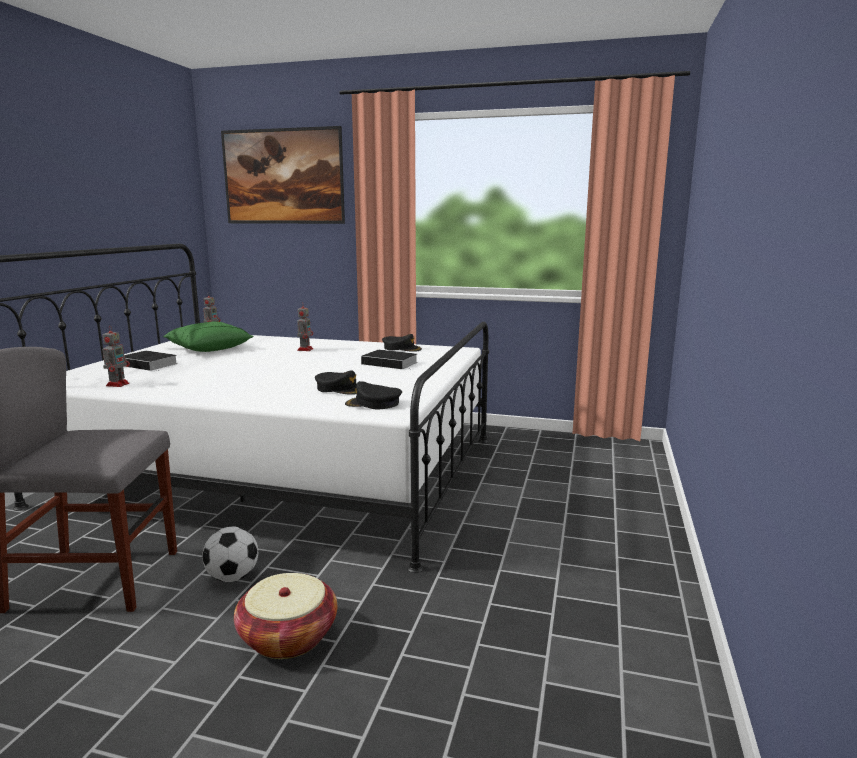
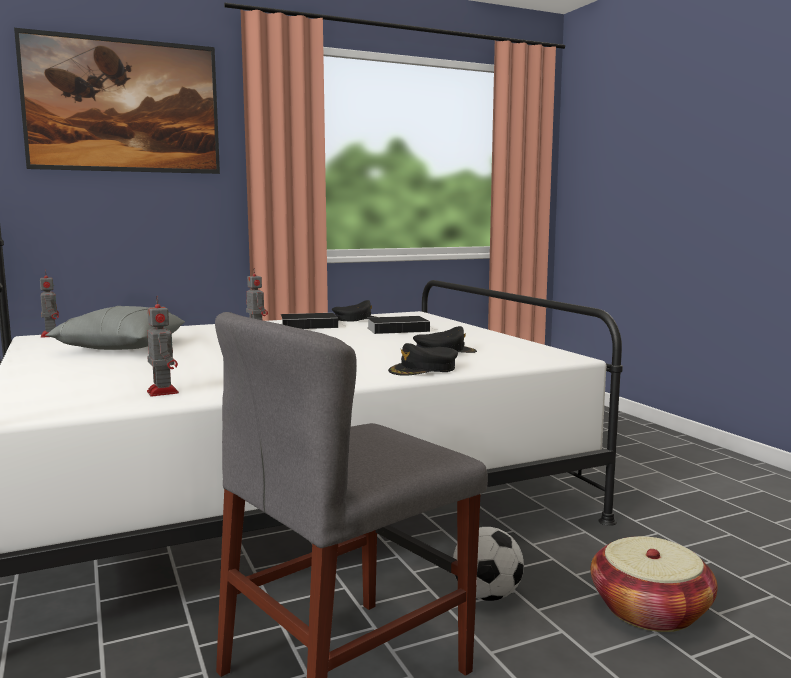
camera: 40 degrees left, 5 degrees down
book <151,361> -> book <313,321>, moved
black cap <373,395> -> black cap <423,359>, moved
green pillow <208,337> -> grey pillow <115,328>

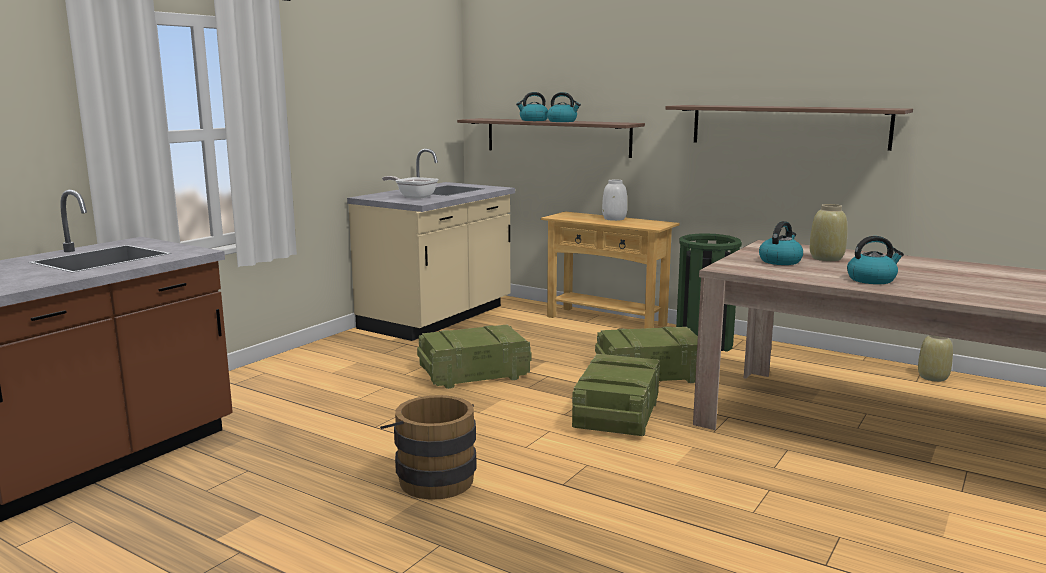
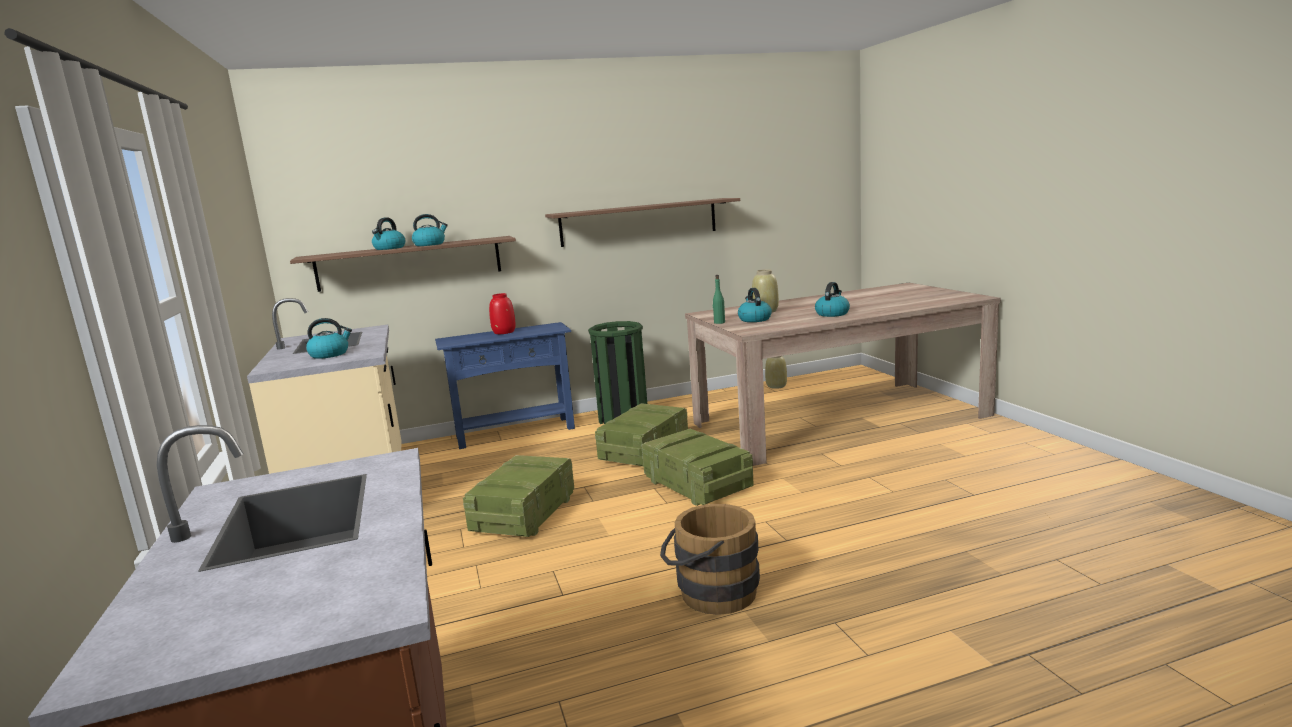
camera: 50 degrees left, 0 degrees up
none -> green bottle <719,299>
frying pan <410,187> -> kettle <329,338>
beige console table <610,269> -> blue console table <505,385>
white vase <614,200> -> red vase <502,313>

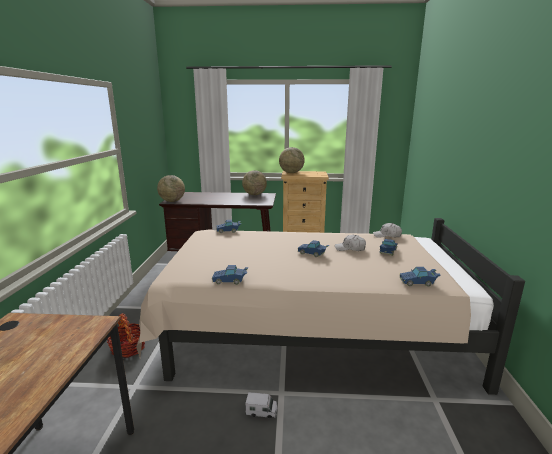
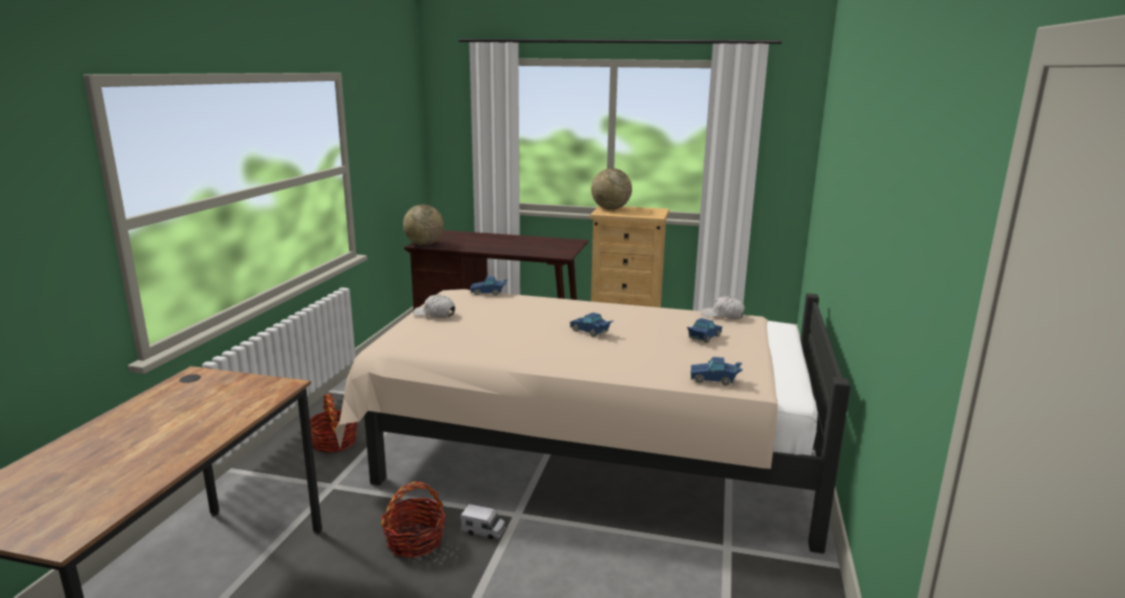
camera: 10 degrees right, 0 degrees up
blue toy car <230,275> -> none
globe <254,182> -> none
none -> basket <413,519>
white cap <350,243> -> white cap <434,306>, moved

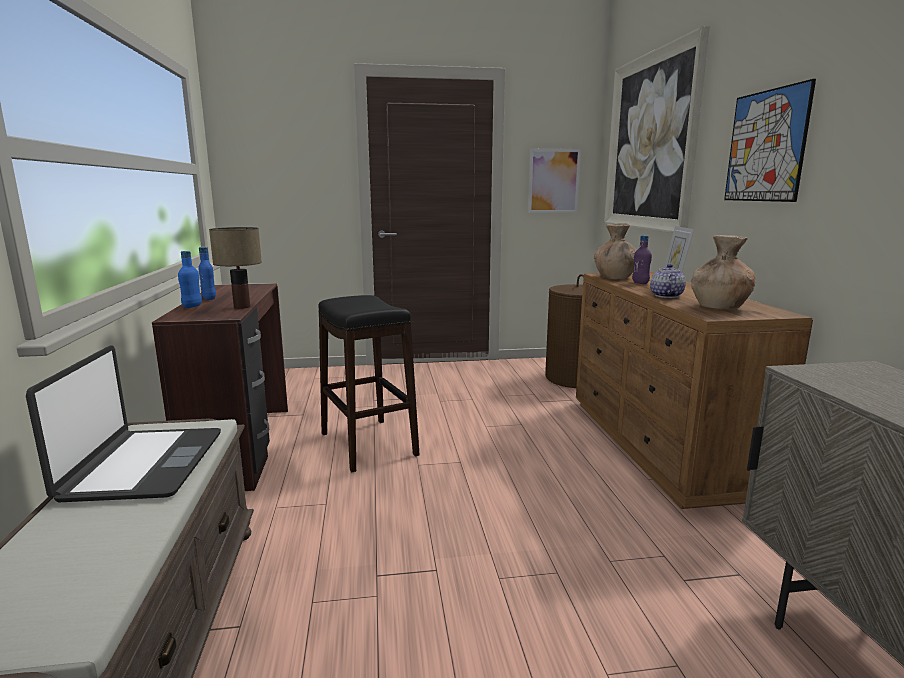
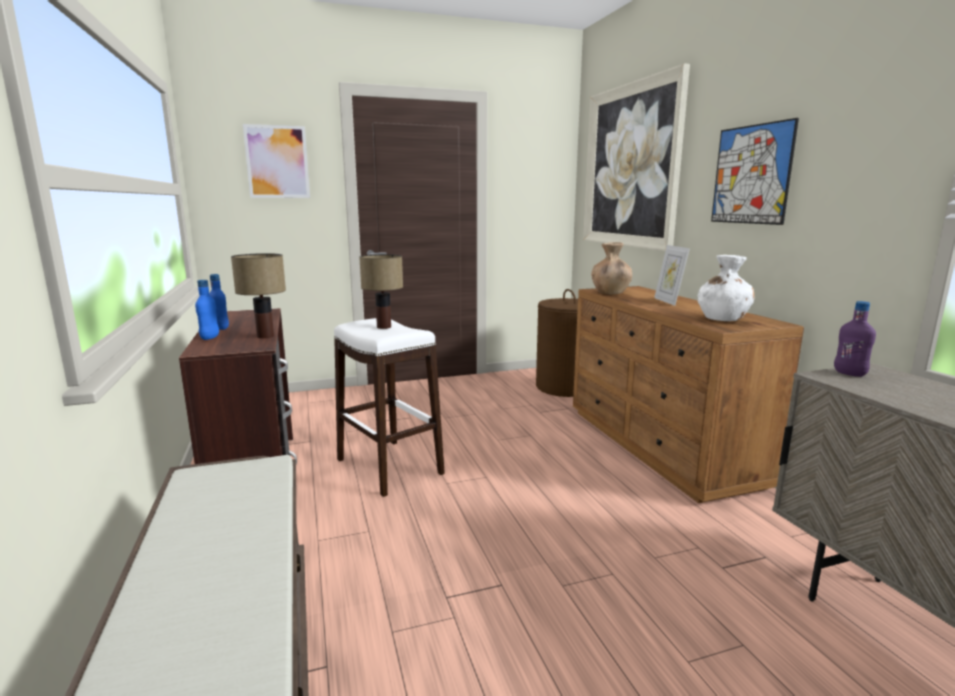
camera: 10 degrees left, 0 degrees up
laptop <123,423> -> none
teapot <668,281> -> none
none -> table lamp <381,291>
picture <554,181> -> picture <276,161>, moved
purple bottle <642,259> -> purple bottle <855,339>, moved
black stool <369,383> -> white stool <389,407>
brown vase <723,272> -> white vase <726,288>

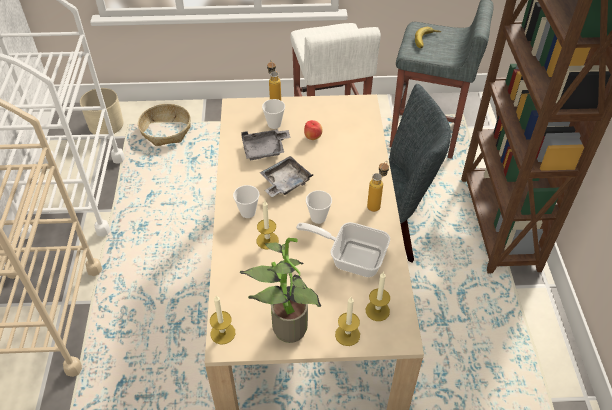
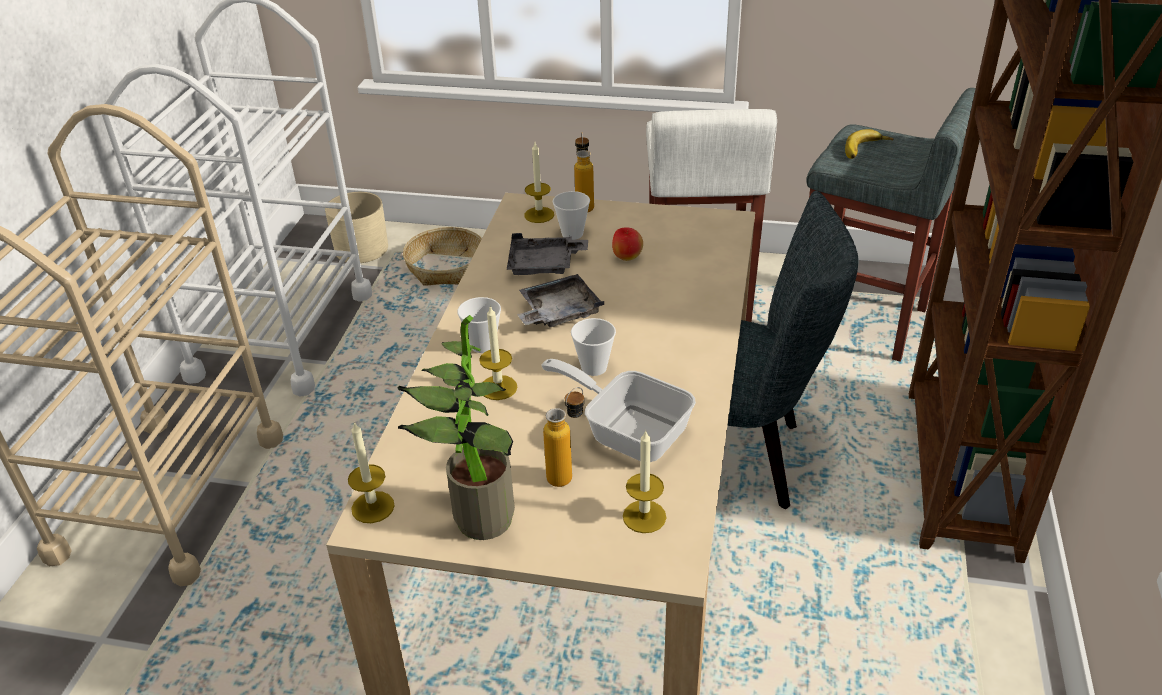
camera: 15 degrees right, 10 degrees down
candle <347,321> -> candle <539,183>, moved
bottle <378,186> -> bottle <563,437>, moved

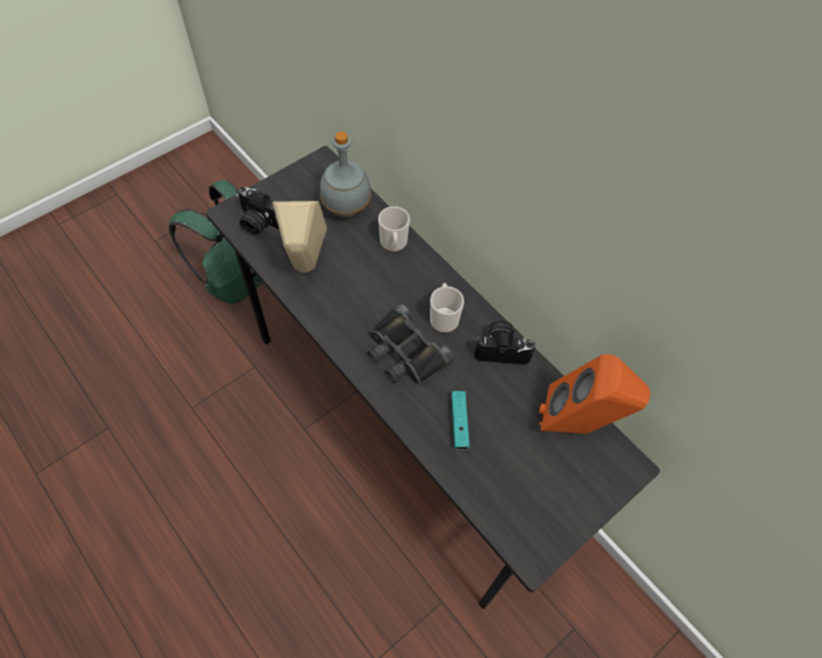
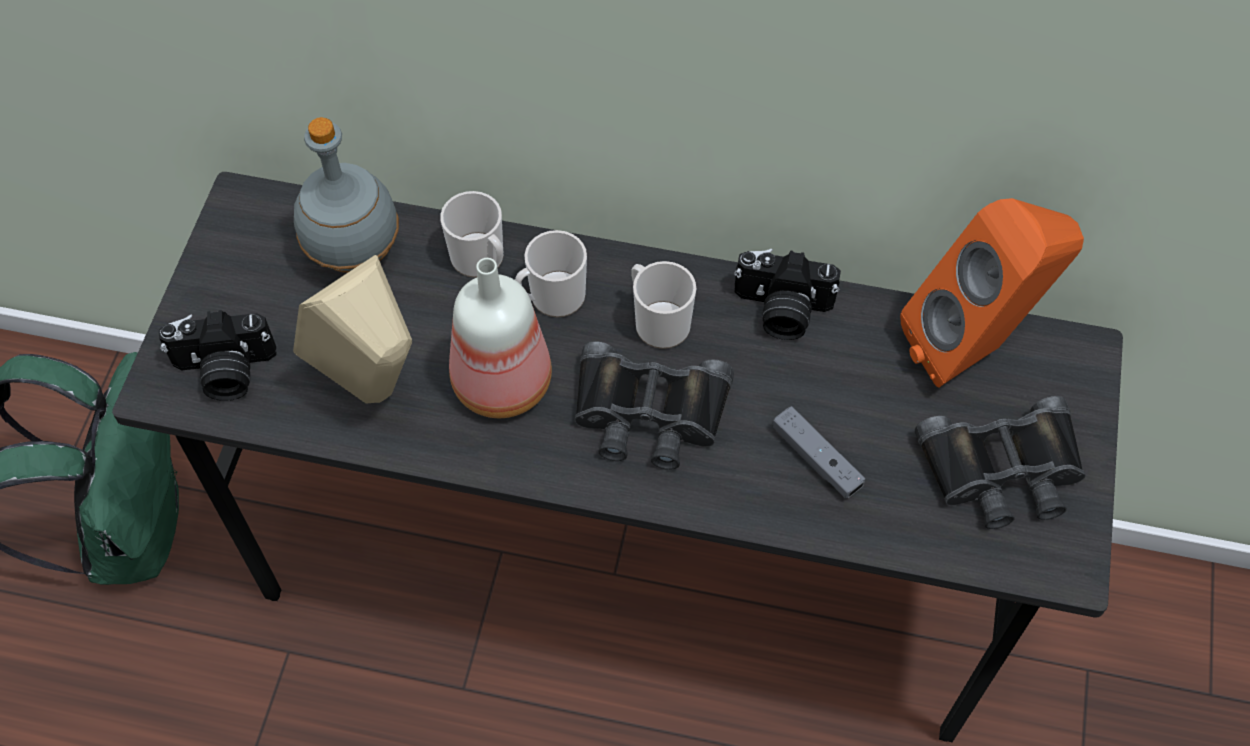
camera: 35 degrees left, 0 degrees up
none -> bottle <500,338>
none -> mug <551,273>
none -> black binoculars <1000,462>
turquoise game controller <460,420> -> grey game controller <819,452>
photo camera <504,343> -> photo camera <787,294>, 135 degrees counterclockwise

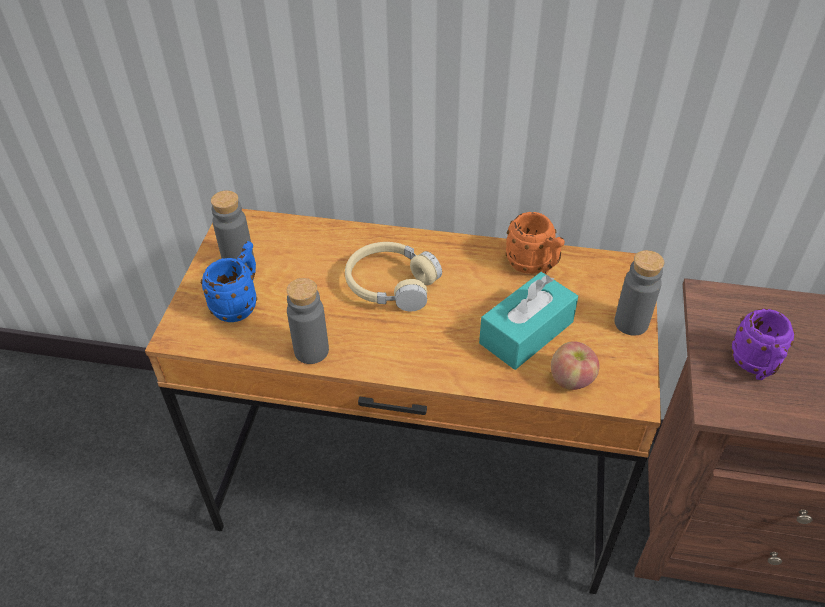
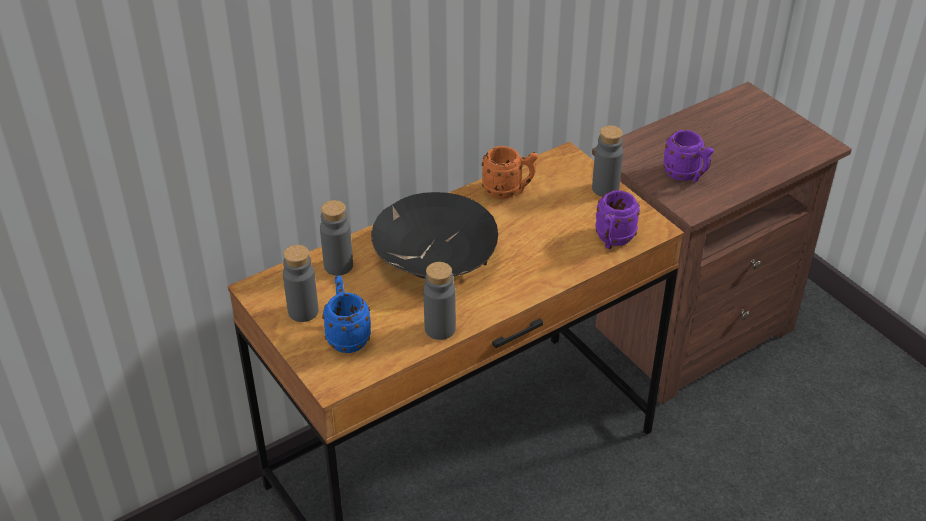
camera: 45 degrees left, 5 degrees down
turquoise tissue box <528,321> -> none
none -> grey bottle <336,238>
beige headphones <393,276> -> black bowl <434,235>
apple <575,365> -> purple mug <617,219>

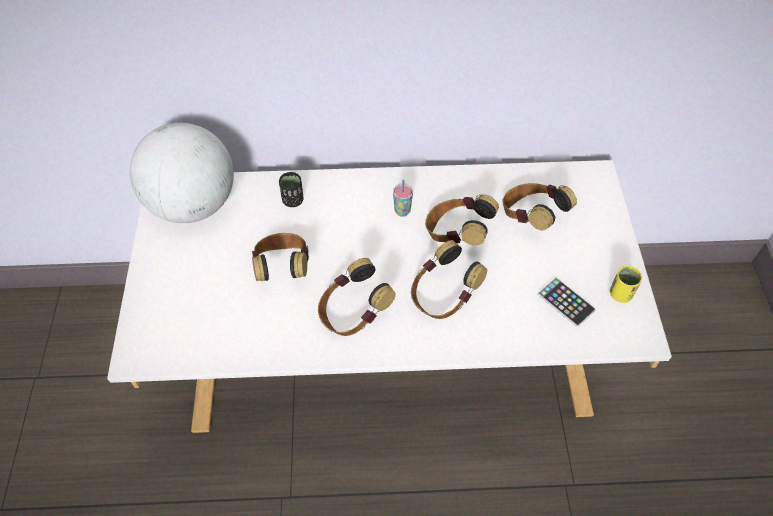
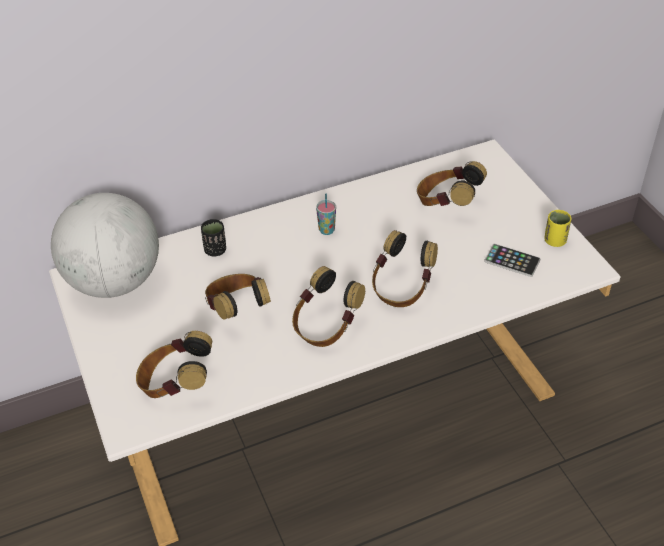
camera: 20 degrees left, 10 degrees down
headphones <462,219> -> headphones <174,364>, moved

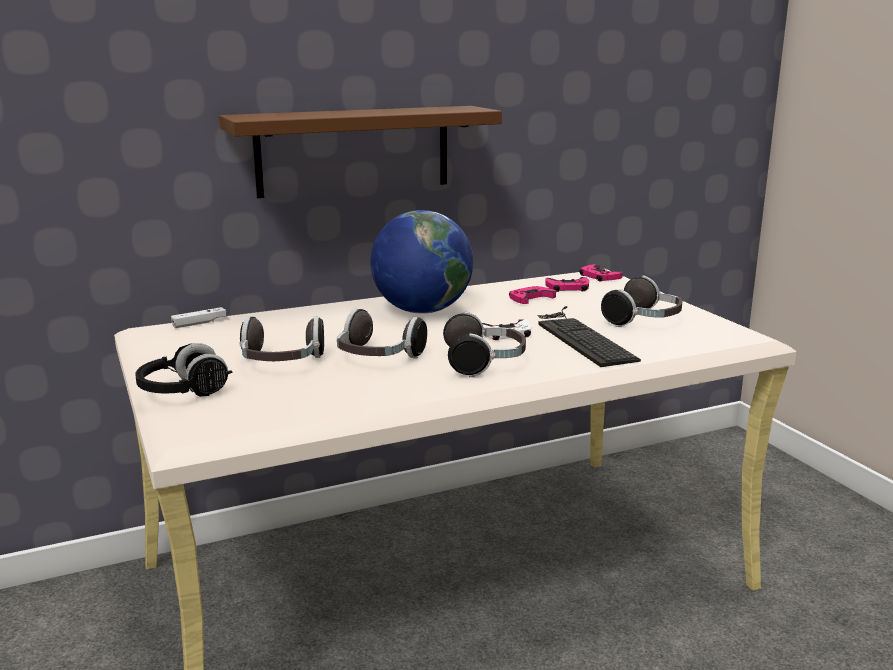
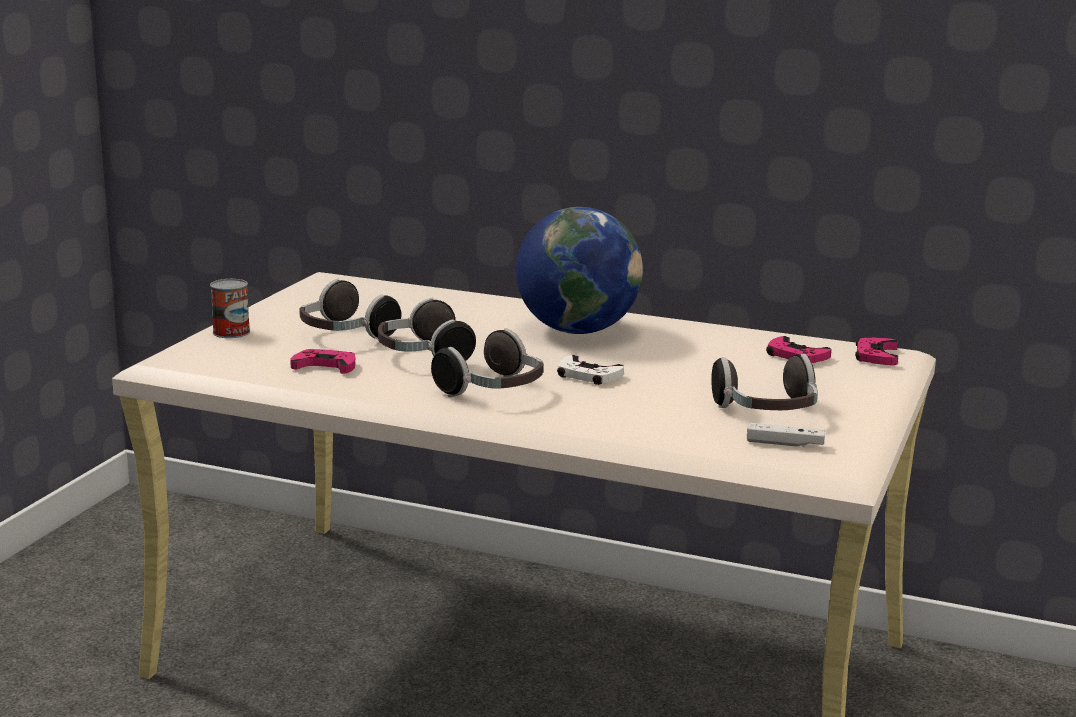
camera: 45 degrees right, 0 degrees up
brown shelf <360,152> -> none
keyboard <589,336> -> none
white game controller <199,317> -> white game controller <786,435>, moved
pink game controller <532,295> -> pink game controller <322,361>, moved
black headphones <183,370> -> can <230,308>

